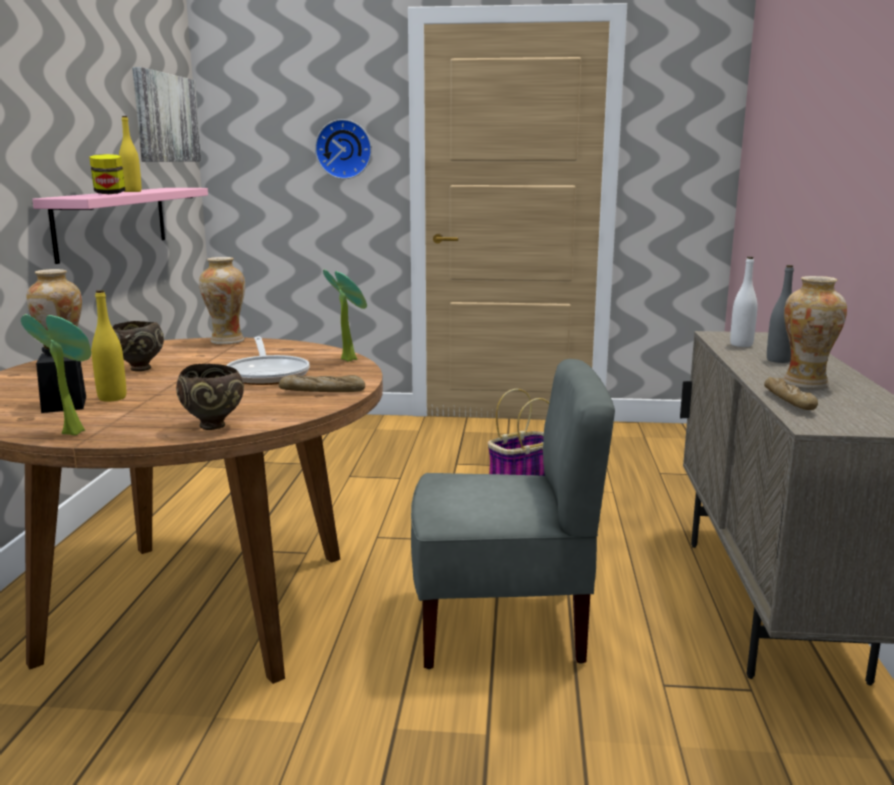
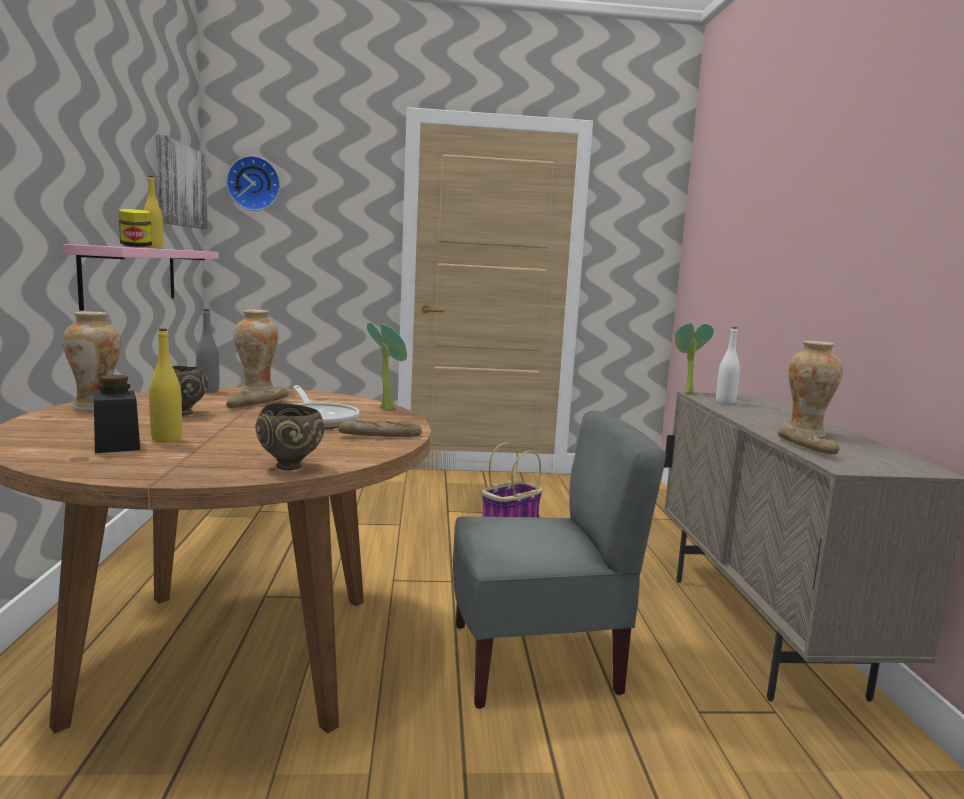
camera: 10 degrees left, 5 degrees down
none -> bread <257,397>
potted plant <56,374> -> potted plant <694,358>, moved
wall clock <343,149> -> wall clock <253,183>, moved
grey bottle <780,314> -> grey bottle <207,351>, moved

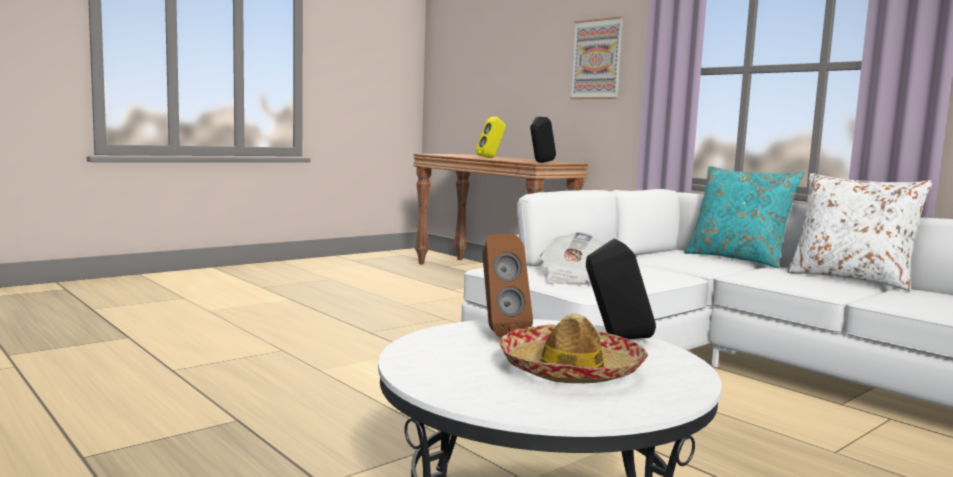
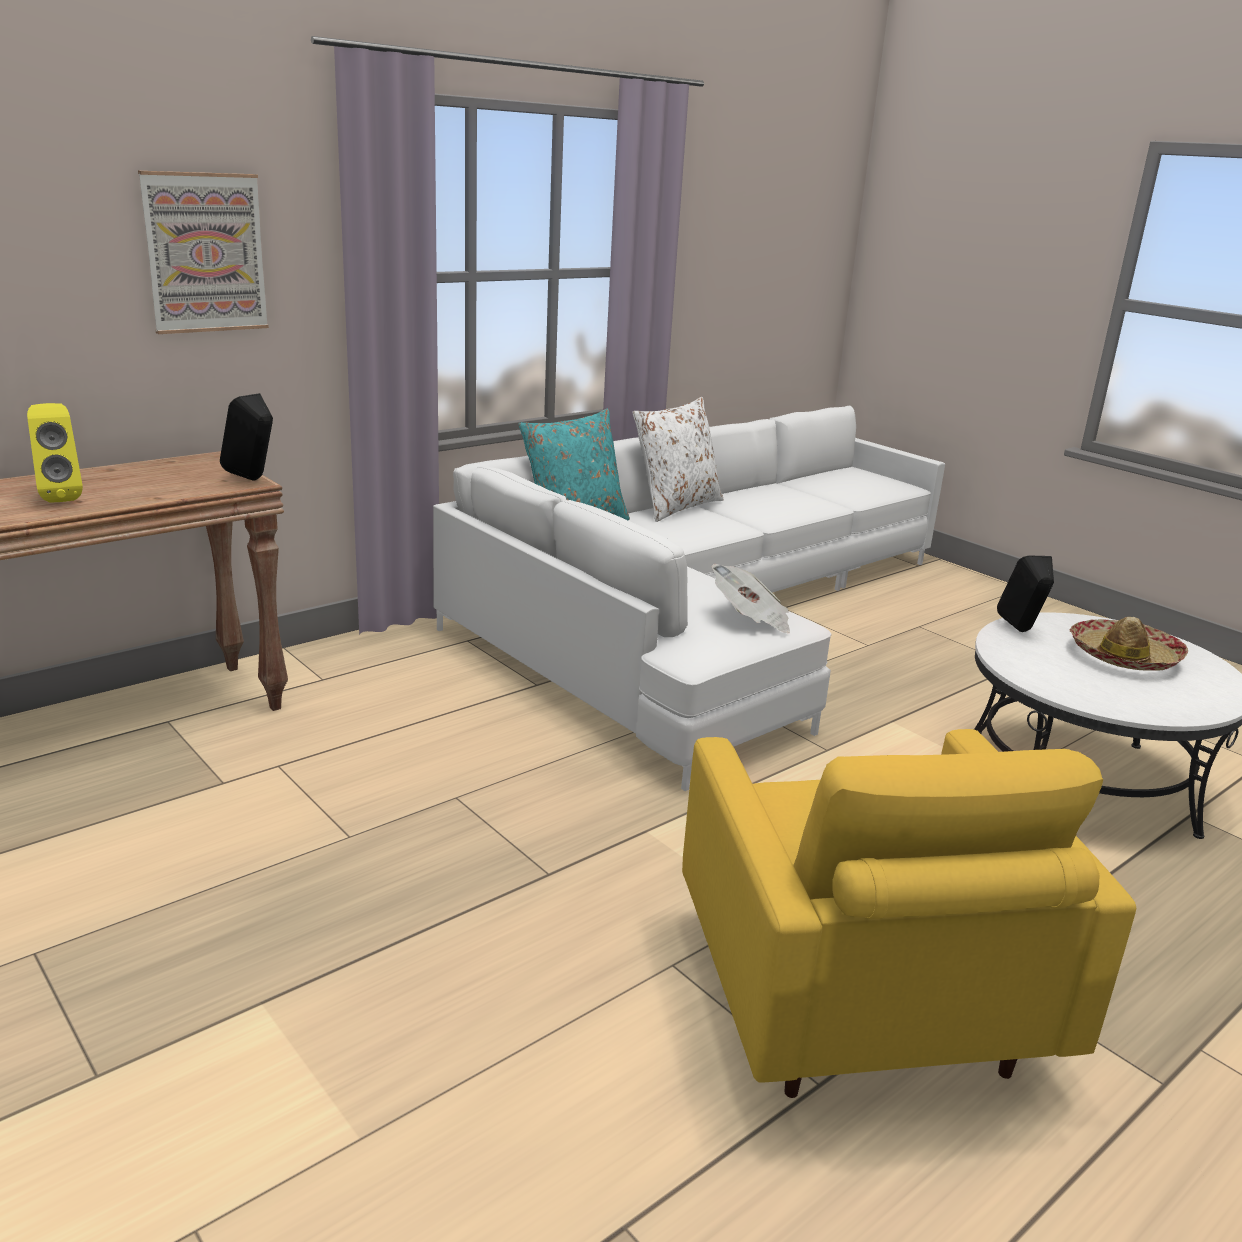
camera: 90 degrees left, 15 degrees up
brown speaker <507,286> -> none
none -> yellow armchair <909,913>

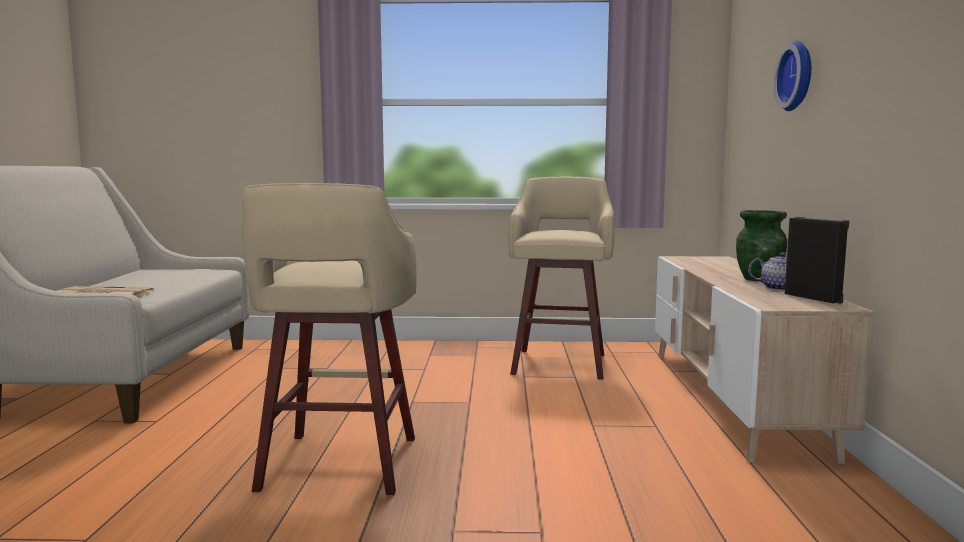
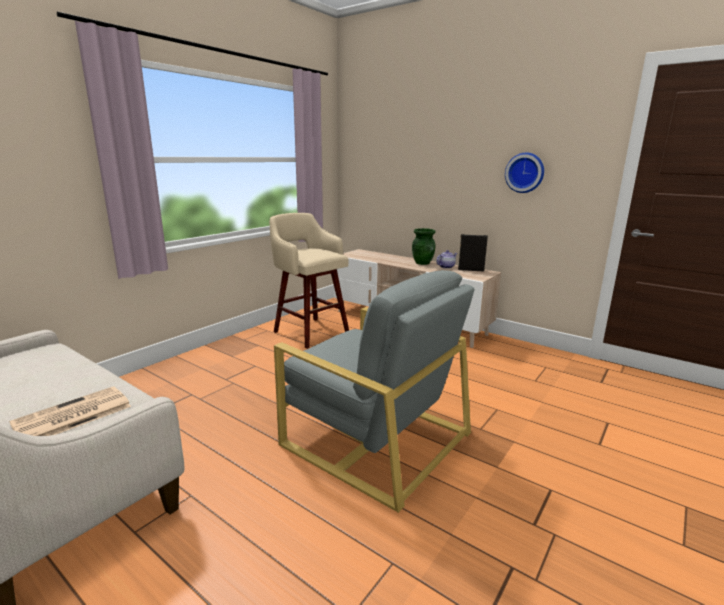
camera: 55 degrees left, 10 degrees up
wall clock <792,75> -> wall clock <524,173>, moved
beige stool <329,339> -> grey armchair <374,391>

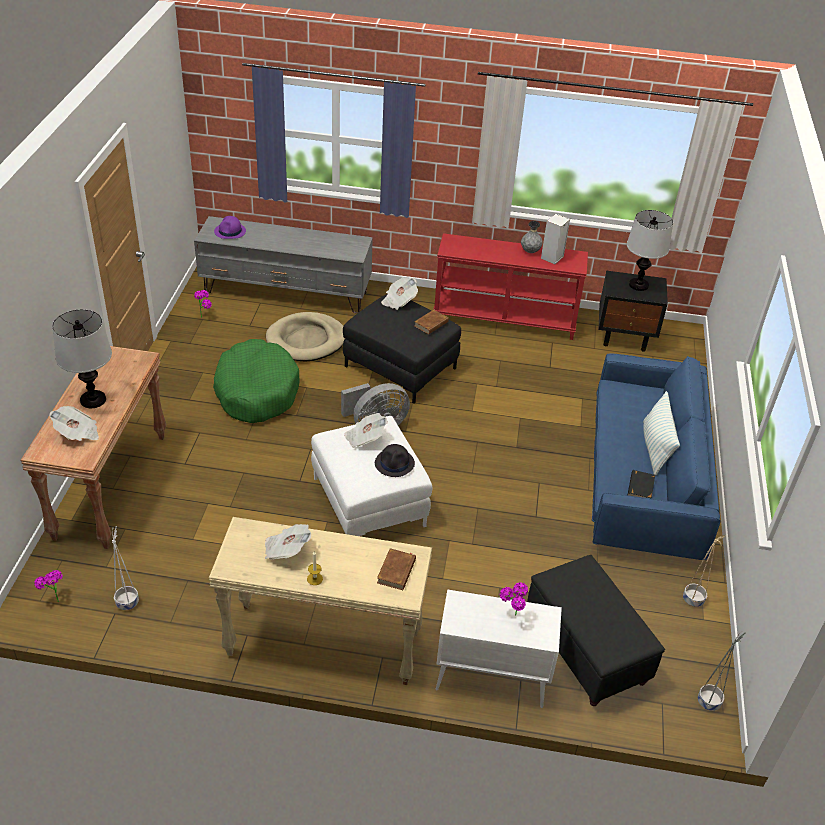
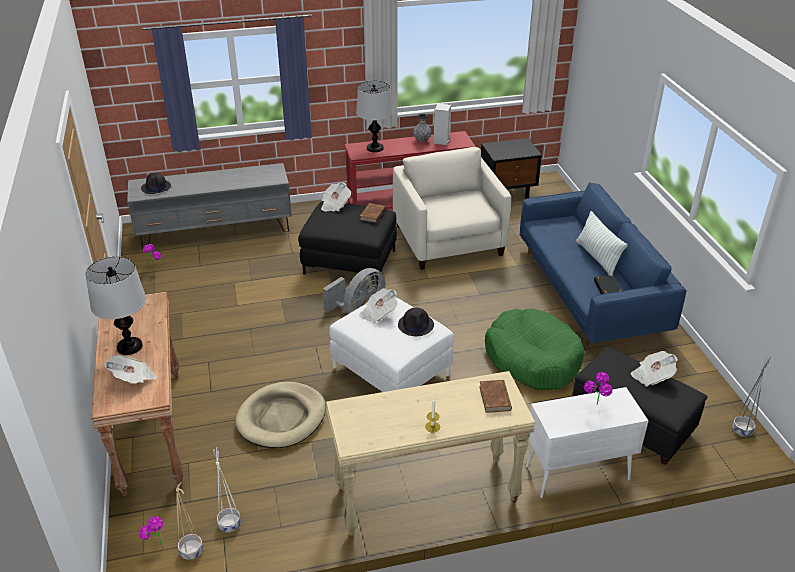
camera: 20 degrees left, 5 degrees down
none -> beige armchair <452,208>
green dog bed <256,381> -> green dog bed <535,349>, moved
newspaper <288,541> -> newspaper <654,369>, moved
beige dog bed <305,337> -> beige dog bed <280,415>, moved
table lamp <650,250> -> table lamp <374,116>, moved
beige planter <704,571> -> beige planter <189,521>, moved
purple hat <230,227> -> black hat <156,183>

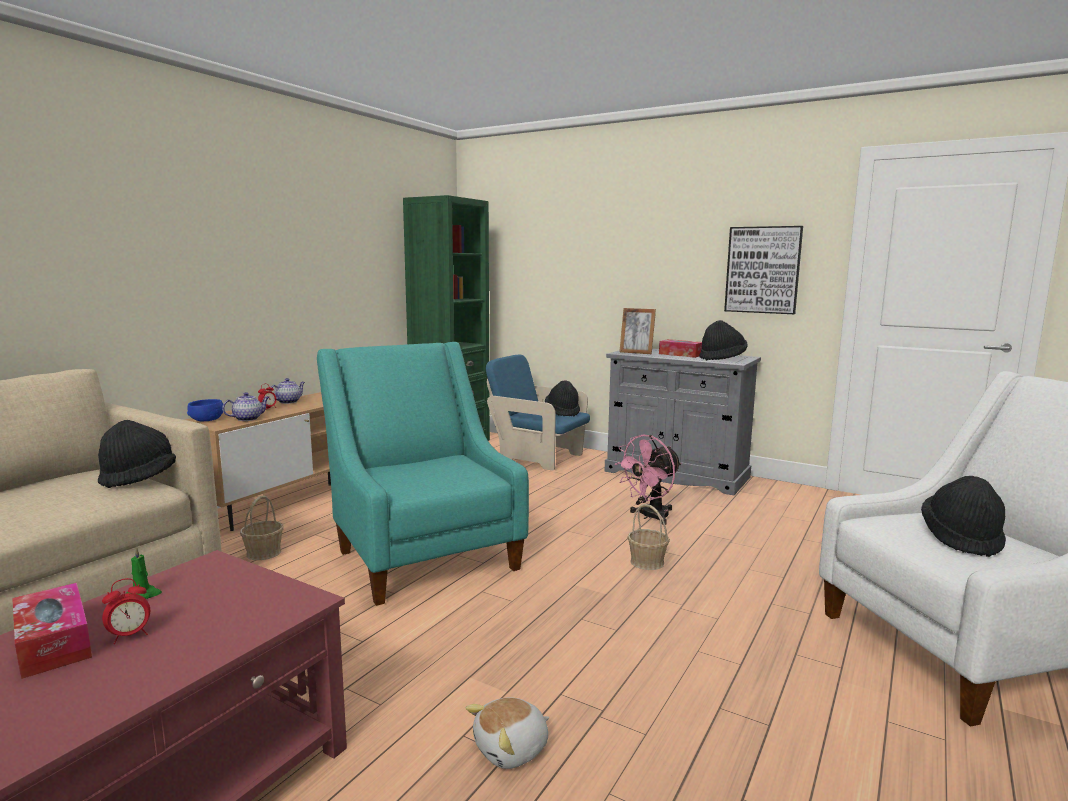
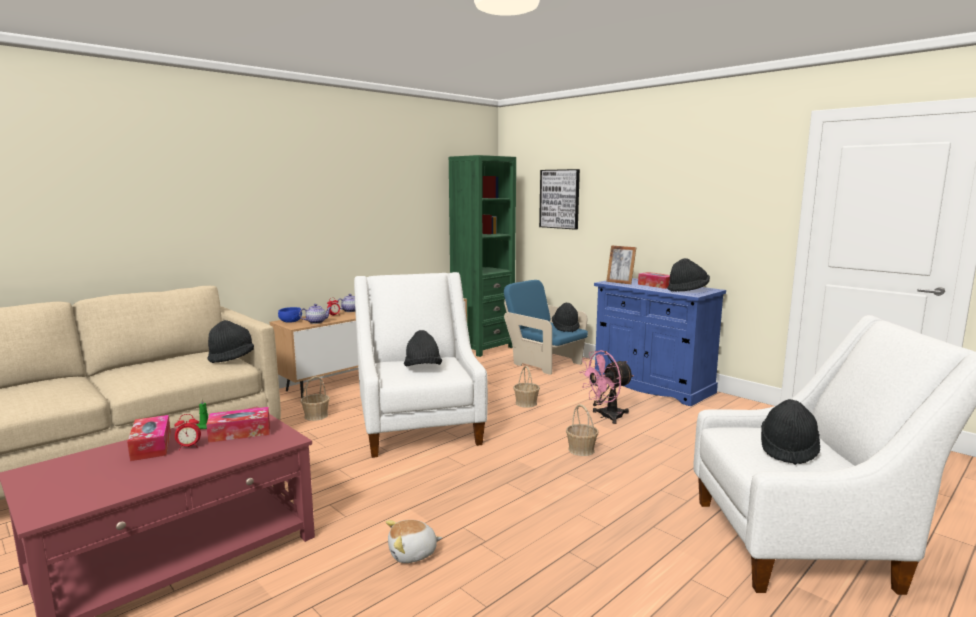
camera: 15 degrees right, 0 degrees up
none -> tissue box <238,425>
none -> black hat <423,348>
none -> basket <526,387>
picture <763,270> -> picture <559,199>, moved
turquoise armchair <423,474> -> white armchair <421,365>
grey cabinet <683,422> -> blue cabinet <660,342>

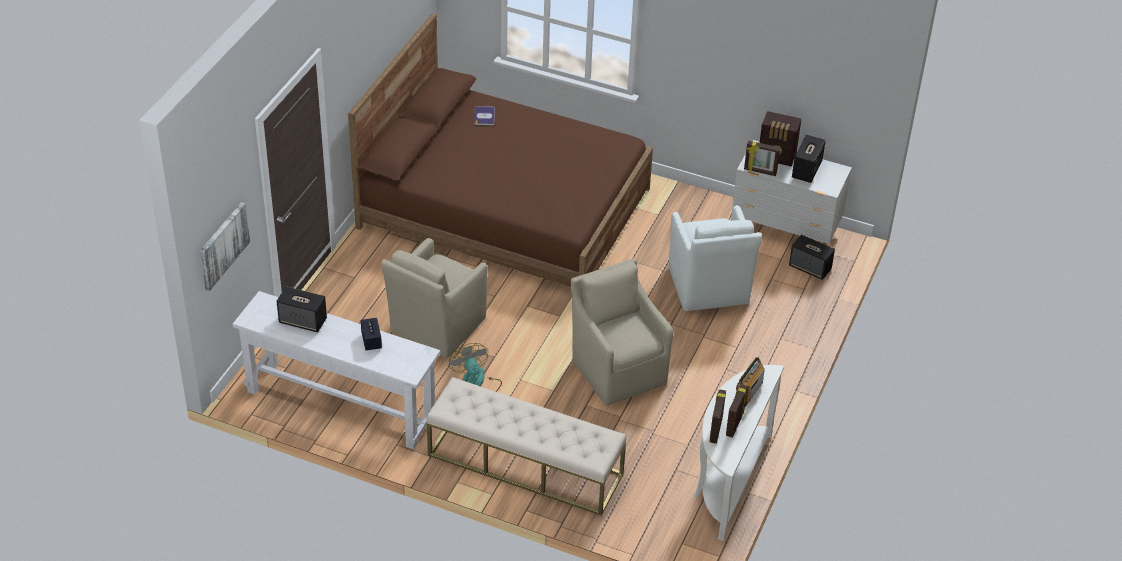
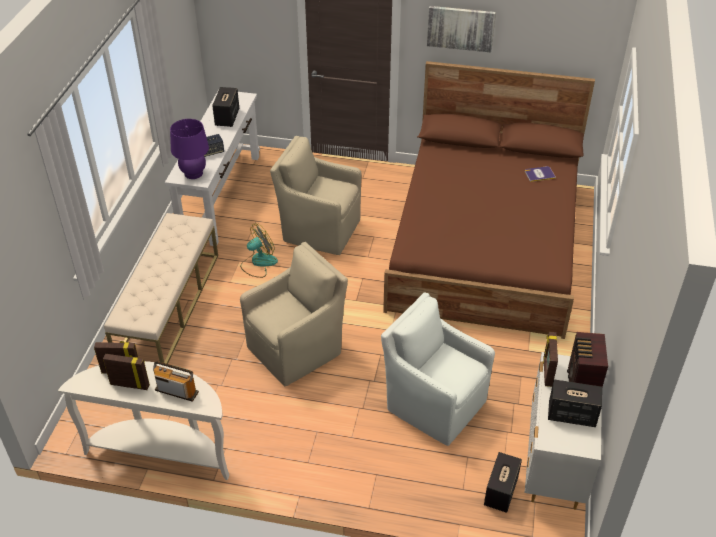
camera: 80 degrees right, 0 degrees up
none -> purple table lamp <189,149>
picture <225,246> -> picture <461,29>, moved
white armchair <715,258> -> white armchair <438,369>, 60 degrees clockwise

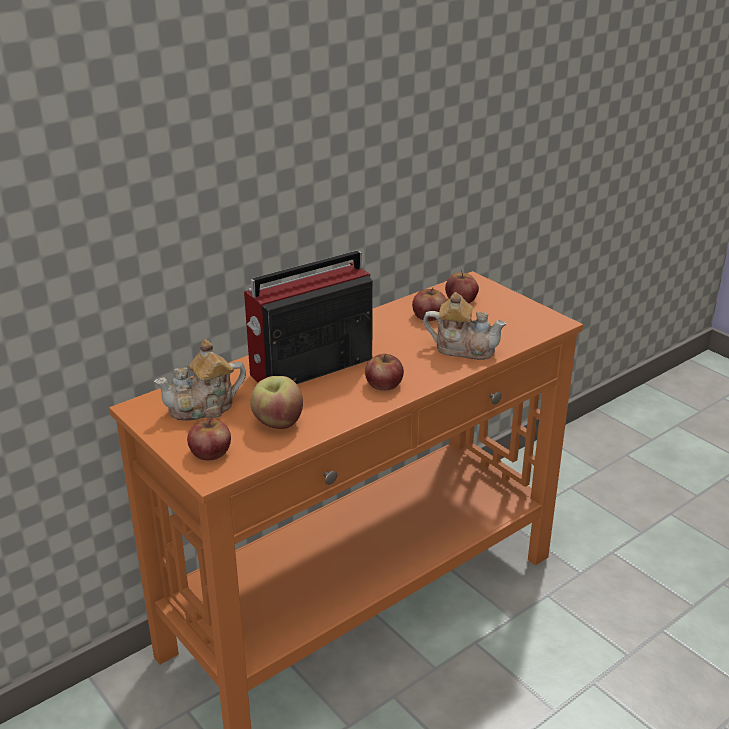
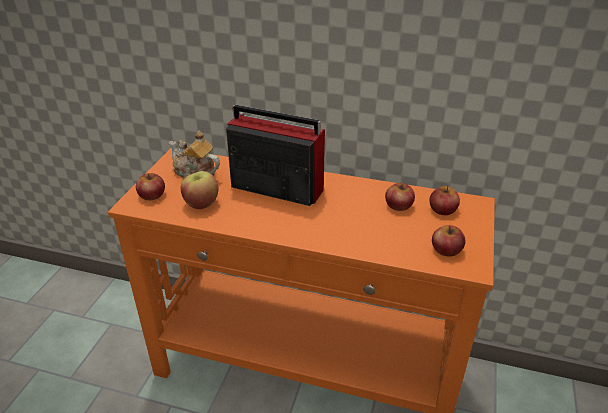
camera: 55 degrees right, 5 degrees up
teapot <465,326> -> none
apple <384,372> -> apple <448,240>, moved

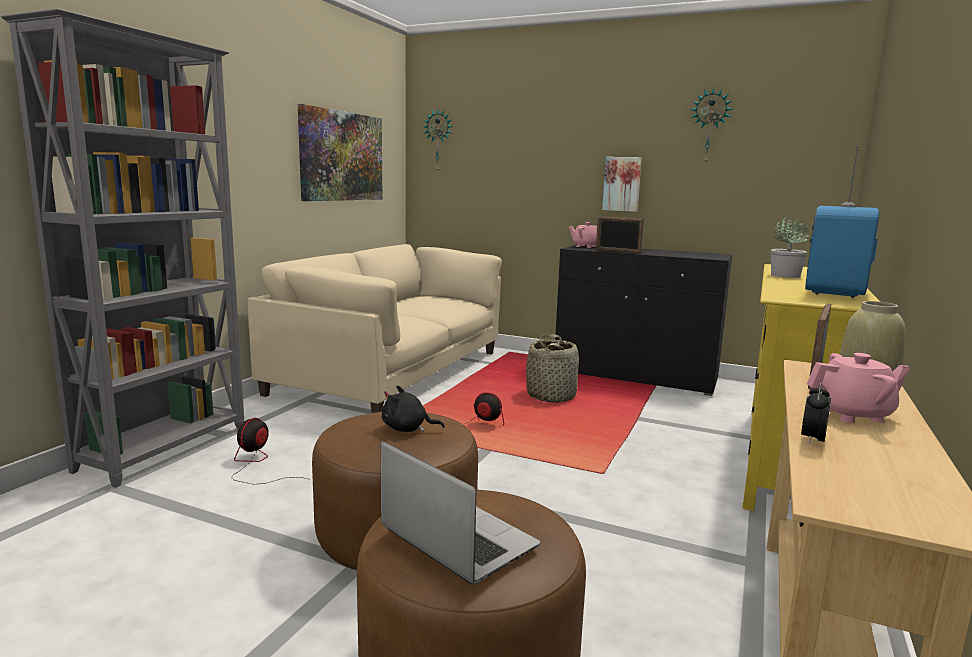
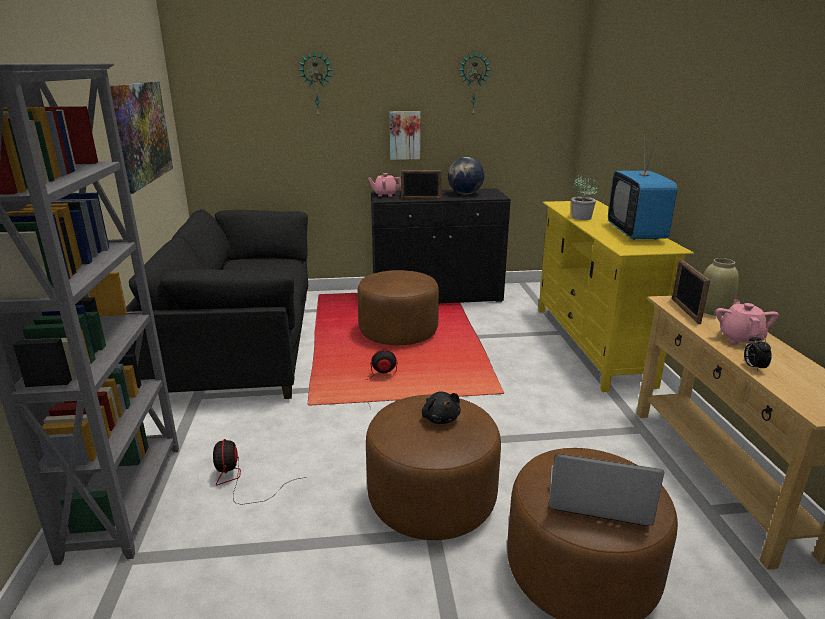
camera: 30 degrees left, 10 degrees up
none -> globe <466,175>
wall clock <438,141> -> wall clock <315,84>, moved
basket <552,368> -> brown ottoman <398,307>
beige sofa <374,328> -> black sofa <217,307>
black plush toy <413,408> -> black plush toy <441,408>, 90 degrees counterclockwise
pink teapot <858,388> -> pink teapot <747,322>, 45 degrees counterclockwise

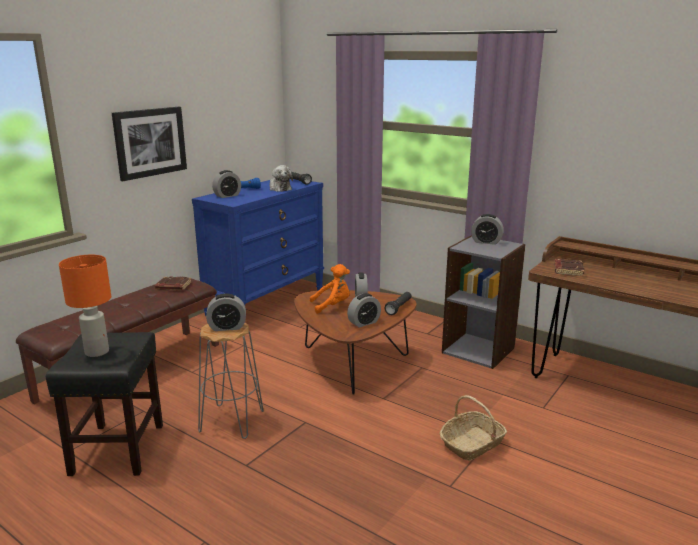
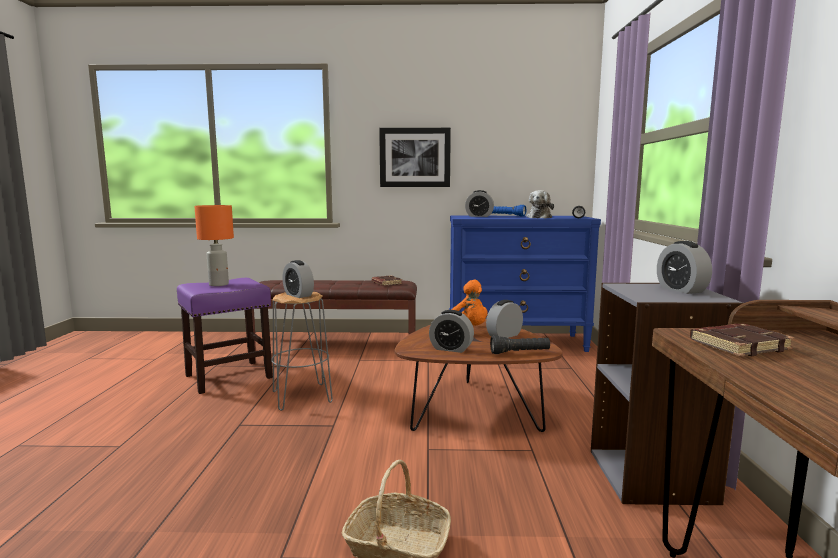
camera: 55 degrees right, 10 degrees down
black stool <104,404> -> purple stool <225,336>

